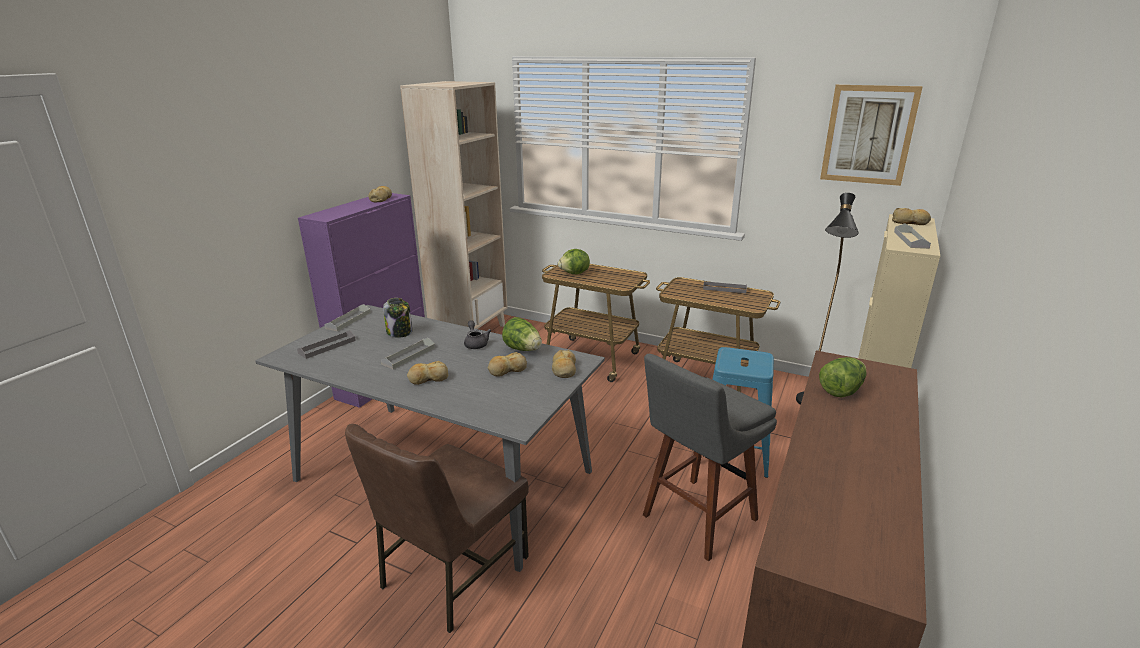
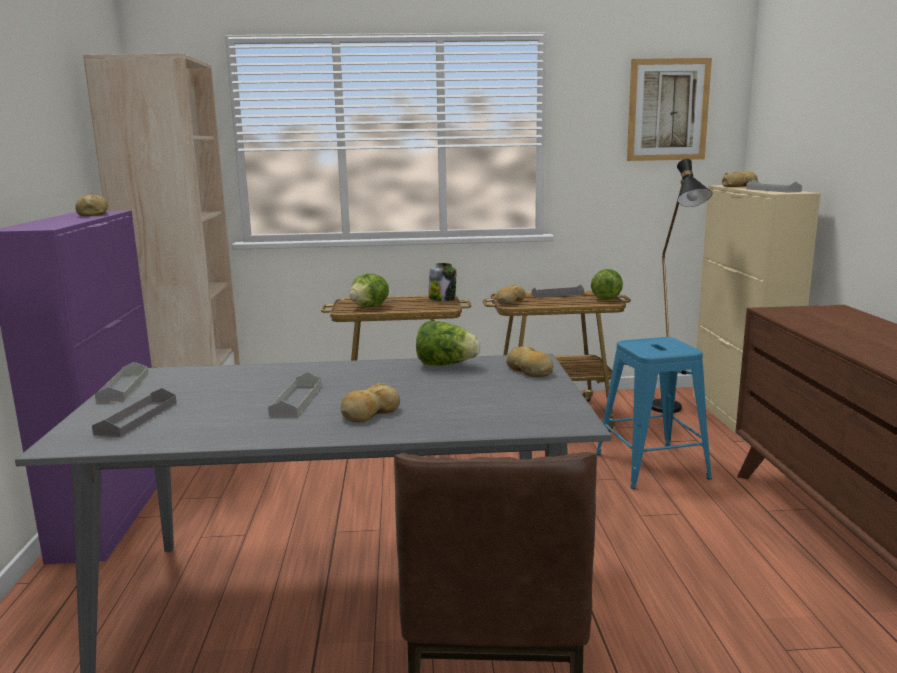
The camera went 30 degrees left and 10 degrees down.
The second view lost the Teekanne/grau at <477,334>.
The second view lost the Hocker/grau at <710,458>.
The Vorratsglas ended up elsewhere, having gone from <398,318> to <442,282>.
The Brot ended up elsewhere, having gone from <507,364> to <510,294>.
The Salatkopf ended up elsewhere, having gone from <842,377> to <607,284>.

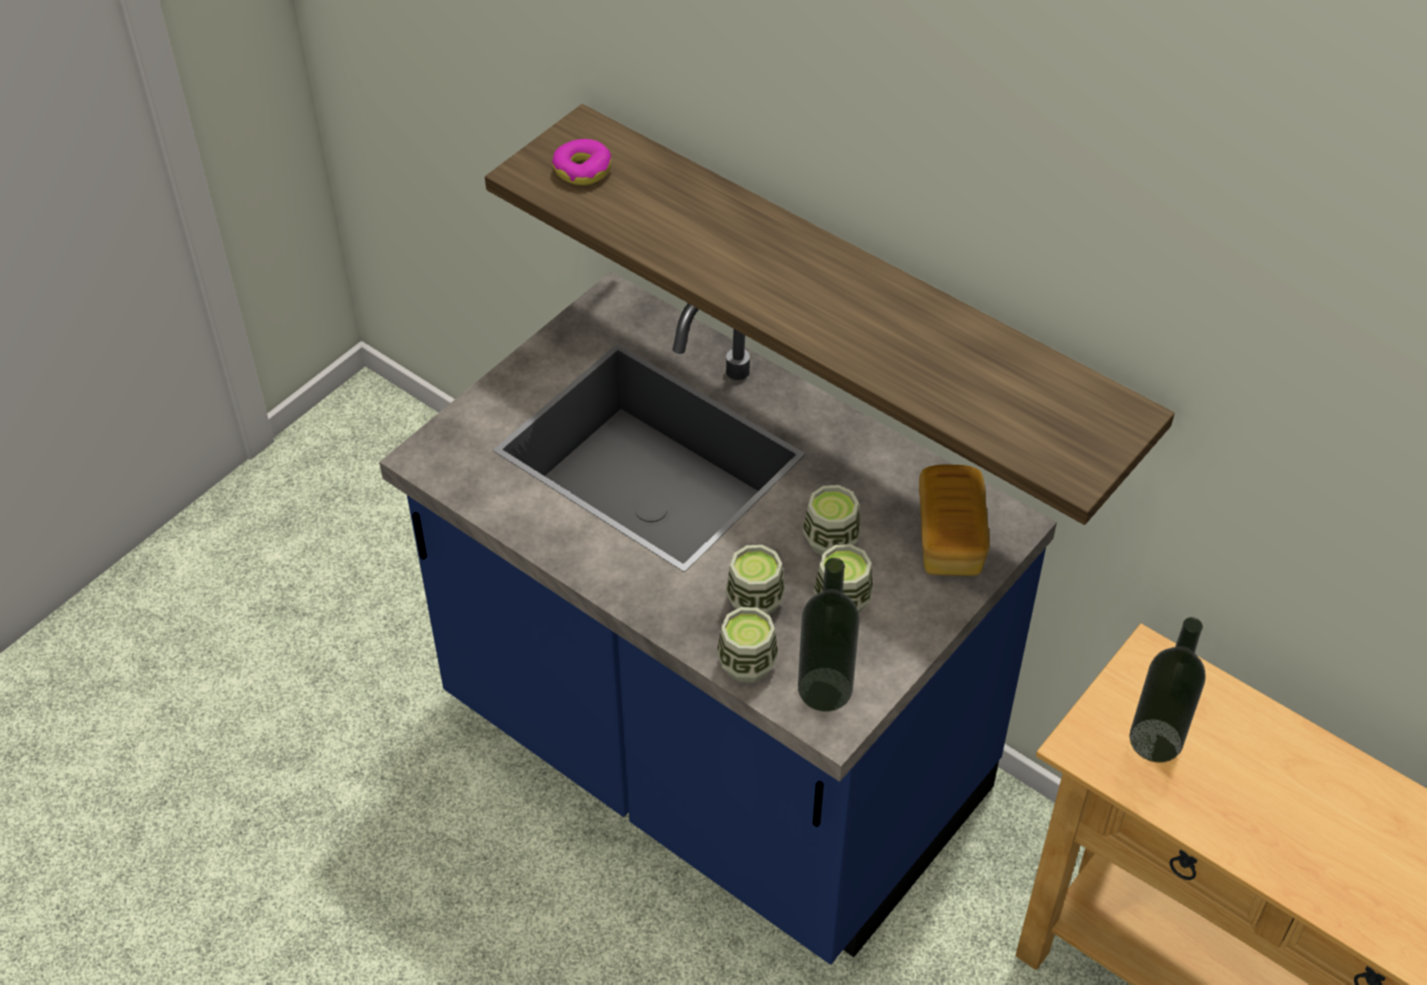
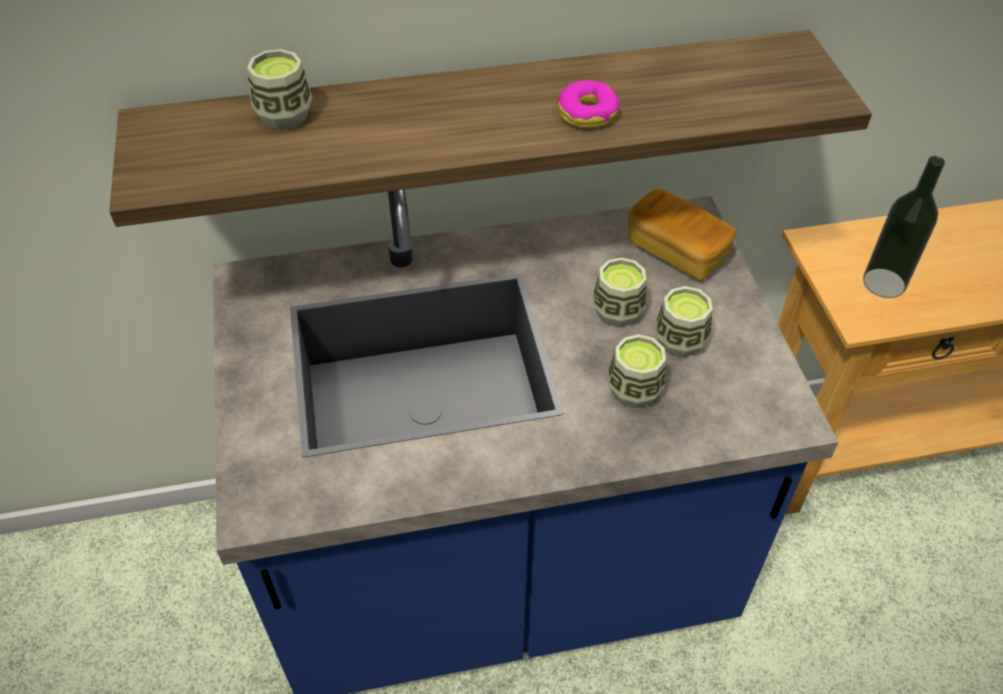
The camera went 50 degrees left and 0 degrees up.
The second view lost the Flasche at <828,634>.
The Donut ended up elsewhere, having gone from <581,162> to <588,104>.
The Tasse ended up elsewhere, having gone from <747,645> to <279,89>.

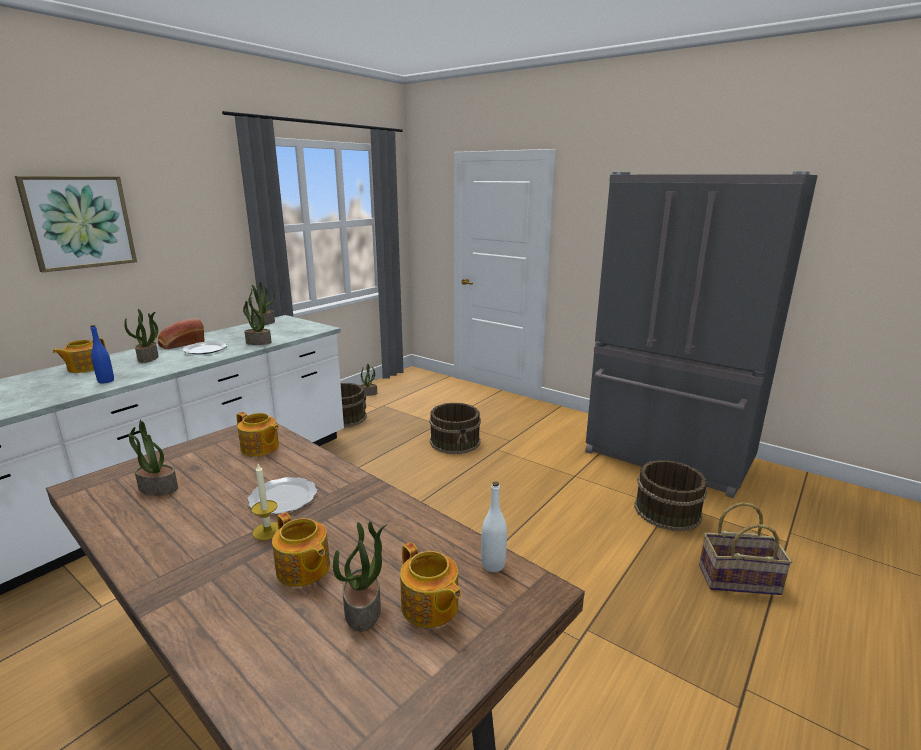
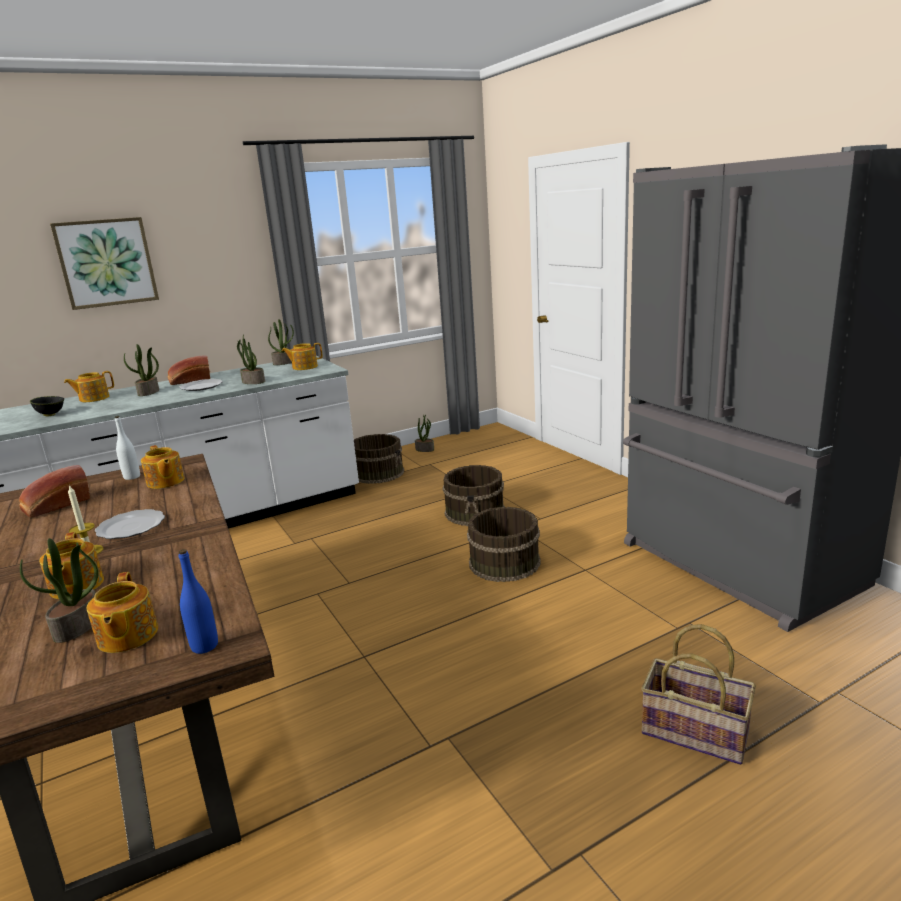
The camera went 25 degrees right and 0 degrees up.
The second view gained the Schüssel/schwarz at <47,406>.
The second view gained the Teekanne at <302,356>.
The Flasche/blau ended up elsewhere, having gone from <102,354> to <198,601>.
The Flasche/weiß ended up elsewhere, having gone from <494,526> to <127,448>.
The Eimer/braun ended up elsewhere, having gone from <670,495> to <504,544>.
Where the Topfpflanze stood at <153,458>, the Brot came to stand at <54,491>.

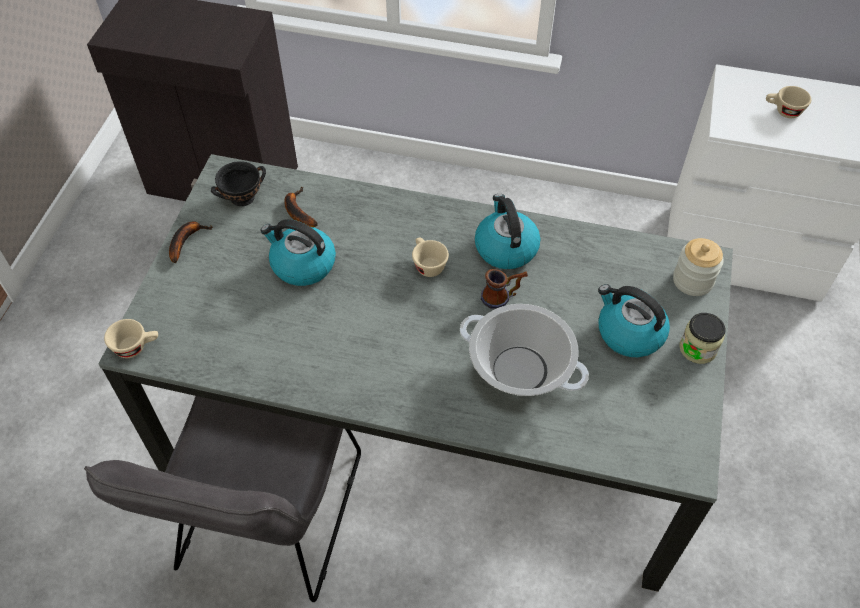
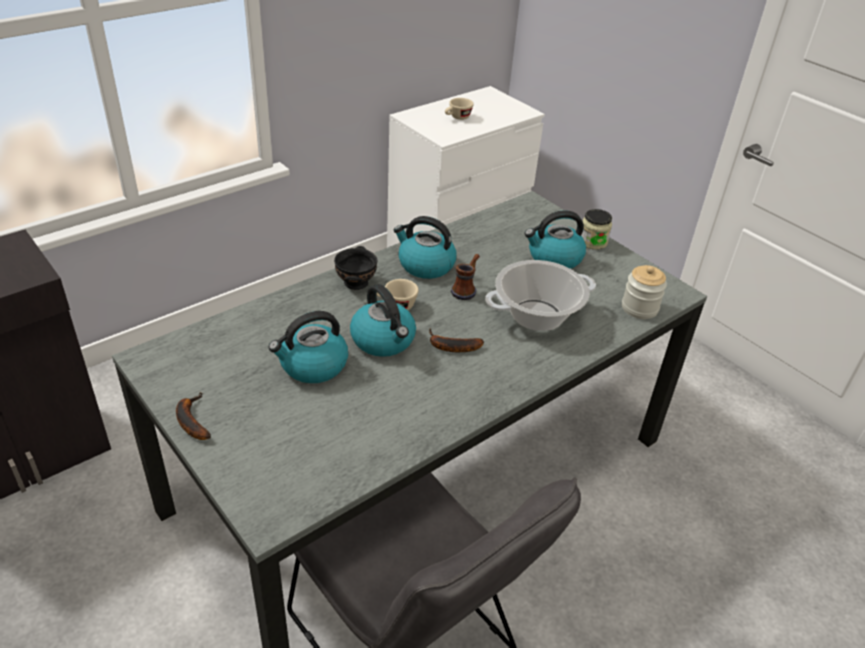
The camera went 55 degrees left and 15 degrees down.
The second view lost the Tasse/beige at <131,338>.
The second view gained the Wasserkessel at <383,320>.
The Schüssel/schwarz ended up elsewhere, having gone from <238,183> to <355,268>.
The Banane ended up elsewhere, having gone from <301,207> to <456,340>.
The Vorratsglas ended up elsewhere, having gone from <698,267> to <644,292>.

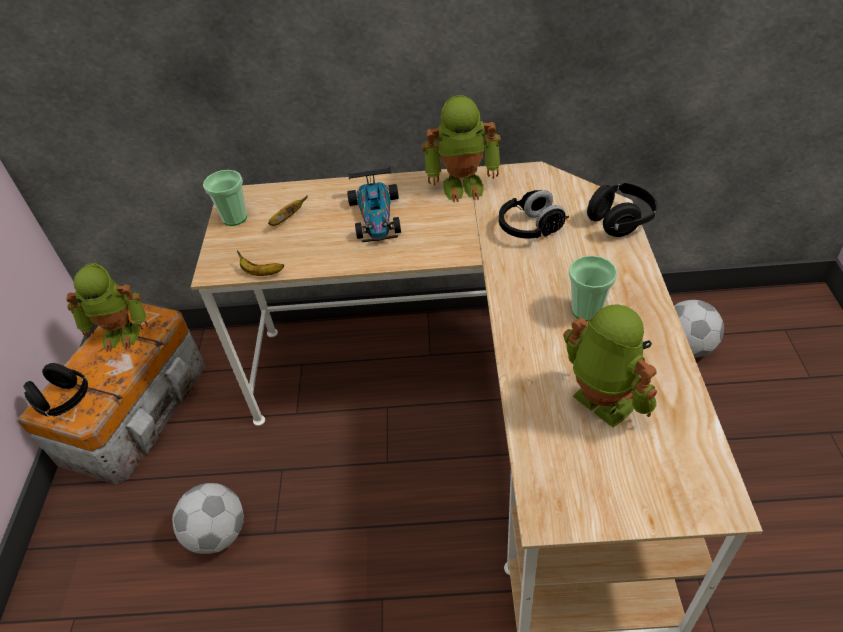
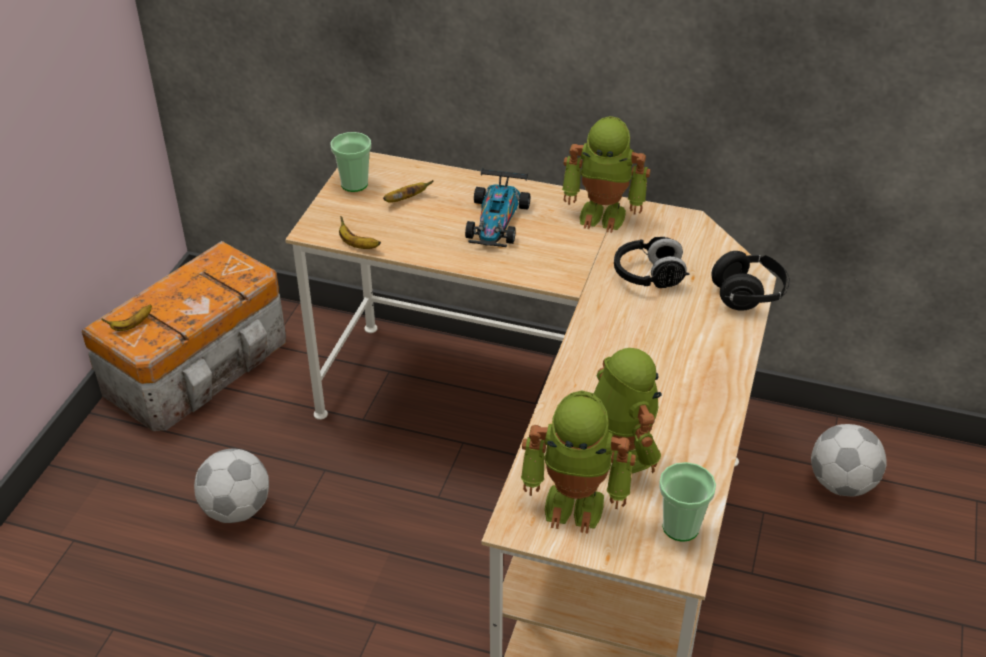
The camera went 15 degrees right and 5 degrees down.
The Spielzeugroboter ended up elsewhere, having gone from <107,307> to <578,462>.
The Tasse ended up elsewhere, having gone from <593,288> to <687,502>.
Where the Kopfhörer/schwarz stood at <55,390>, the Banane came to stand at <127,318>.

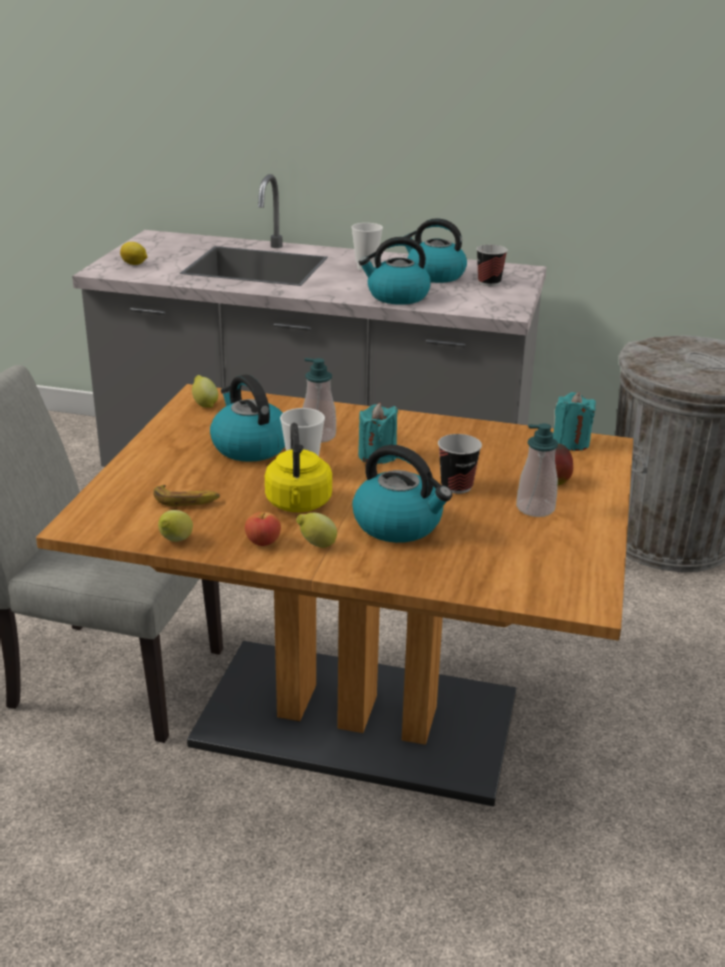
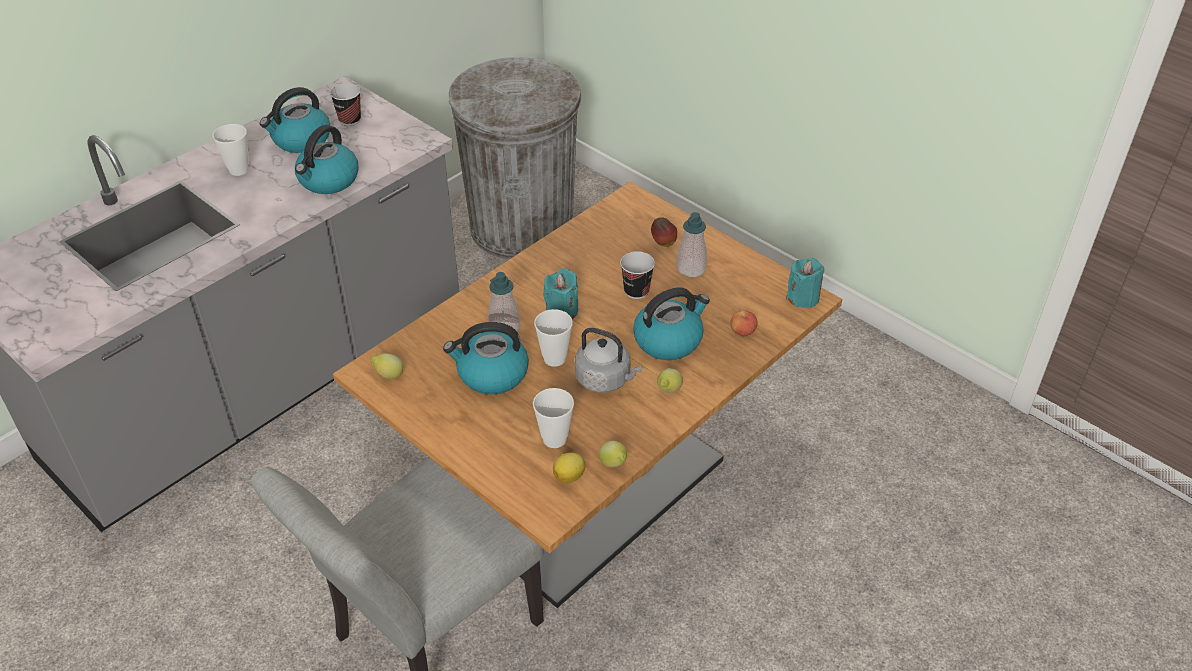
The camera went 60 degrees left and 15 degrees up.
The Zitrone ended up elsewhere, having gone from <133,253> to <569,468>.
The Apfel ended up elsewhere, having gone from <263,529> to <744,323>.
The Kerze/türkis ended up elsewhere, having gone from <574,421> to <805,283>.
Where the Banane stood at <186,495>, the Tasse came to stand at <553,418>.
What was the Wasserkessel/gelb at <298,467> turned into the Wasserkessel/grau at <608,360>.

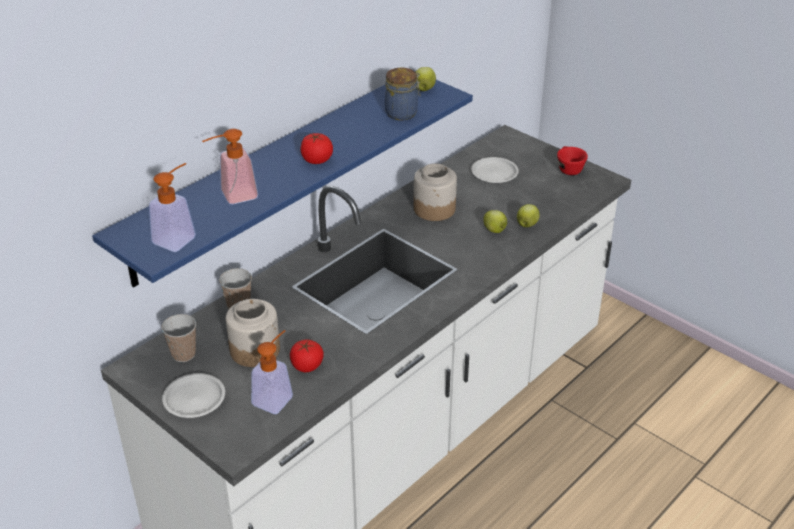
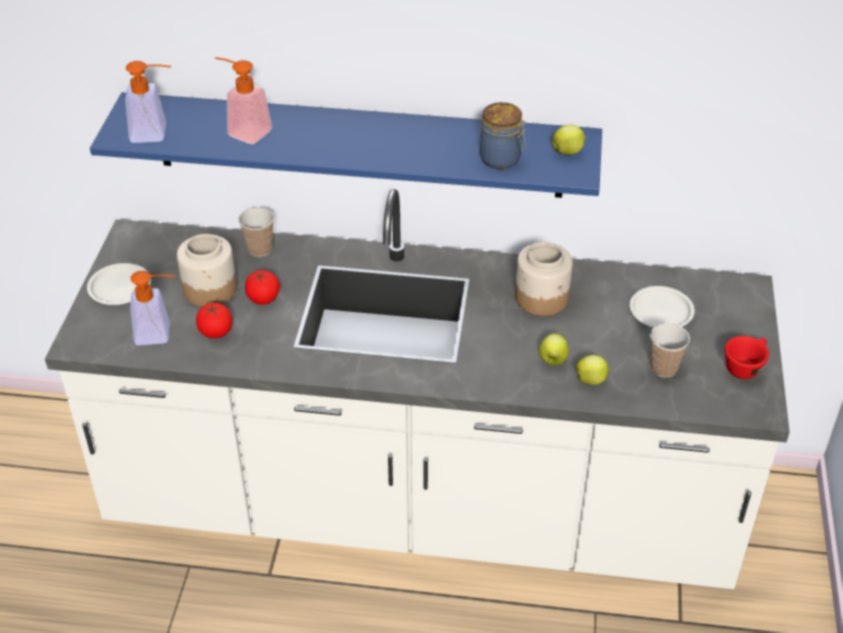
The camera went 55 degrees right and 5 degrees up.
The Tasse ended up elsewhere, having gone from <178,338> to <670,350>.
The Tomate ended up elsewhere, having gone from <316,148> to <262,287>.

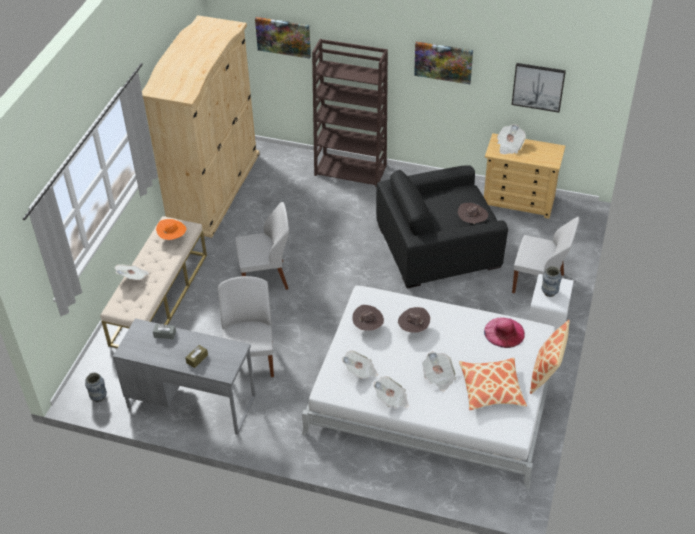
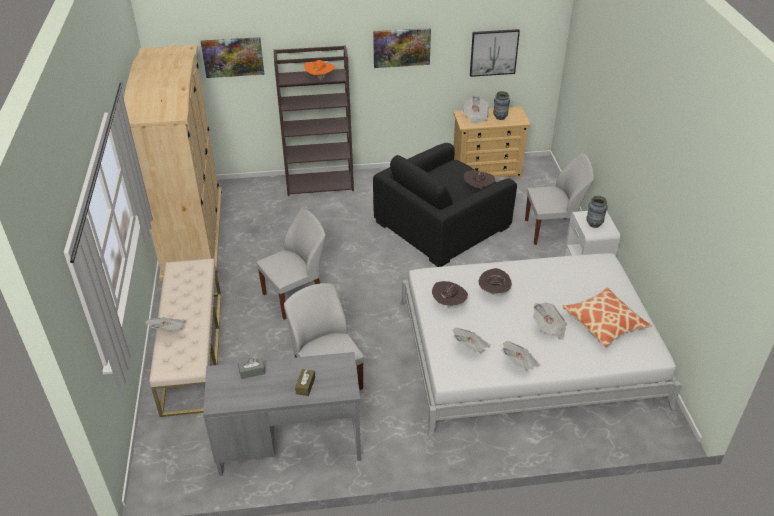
The camera went 25 degrees left and 5 degrees down.
The second view lost the Hut/rosa at <504,333>.
The second view lost the Kissen at <550,357>.
The Vase ended up elsewhere, having gone from <96,387> to <501,105>.
The Hut/orange ended up elsewhere, having gone from <171,230> to <319,70>.

